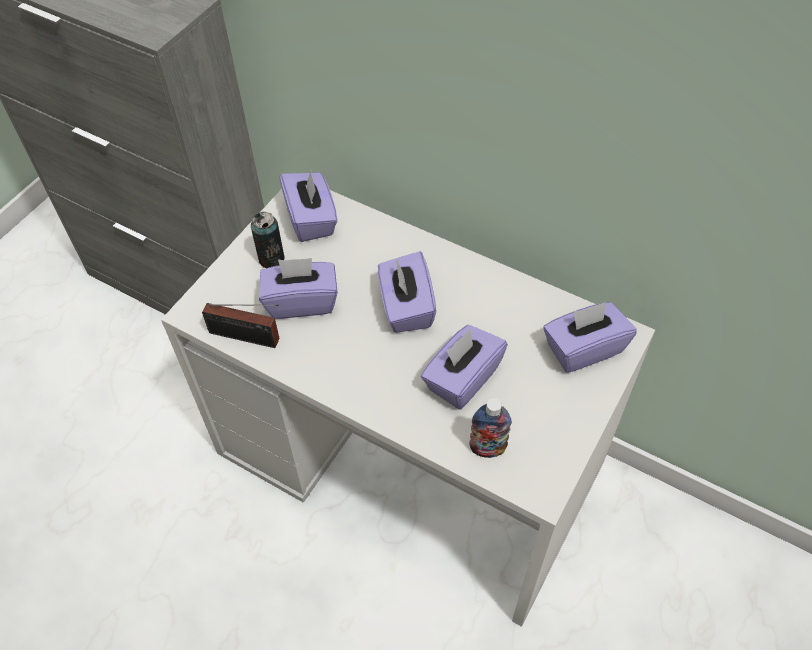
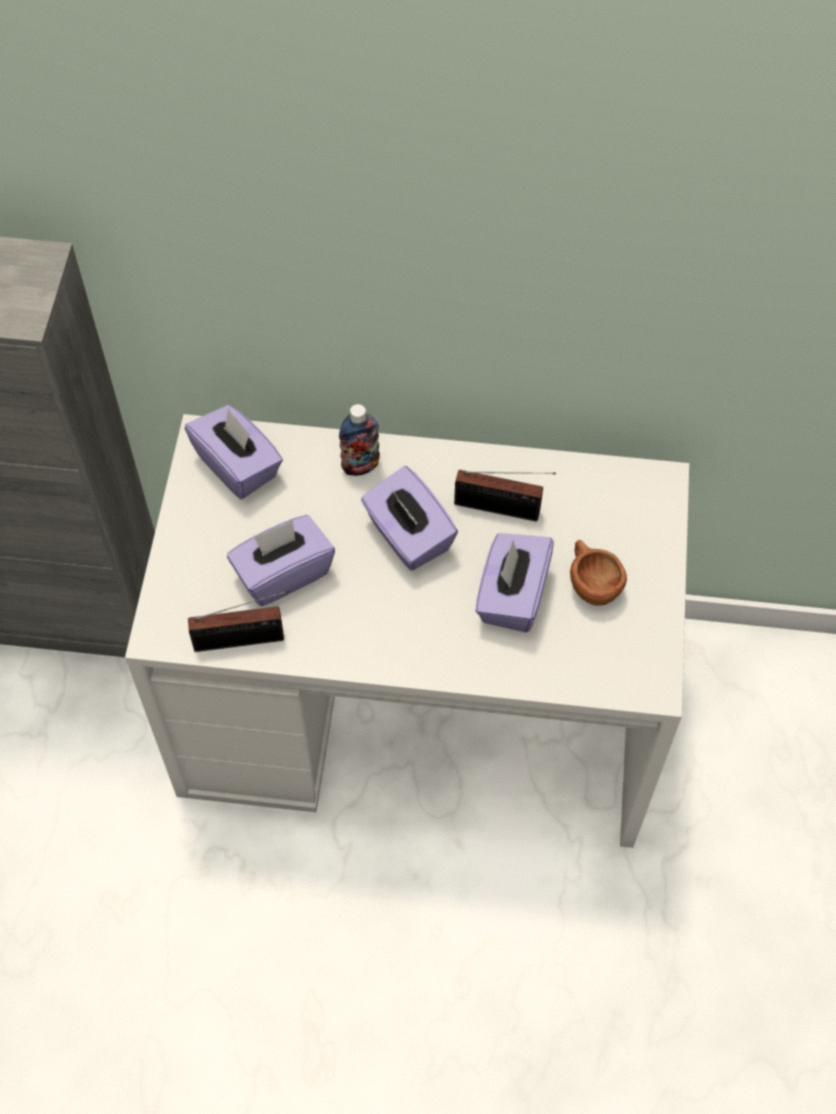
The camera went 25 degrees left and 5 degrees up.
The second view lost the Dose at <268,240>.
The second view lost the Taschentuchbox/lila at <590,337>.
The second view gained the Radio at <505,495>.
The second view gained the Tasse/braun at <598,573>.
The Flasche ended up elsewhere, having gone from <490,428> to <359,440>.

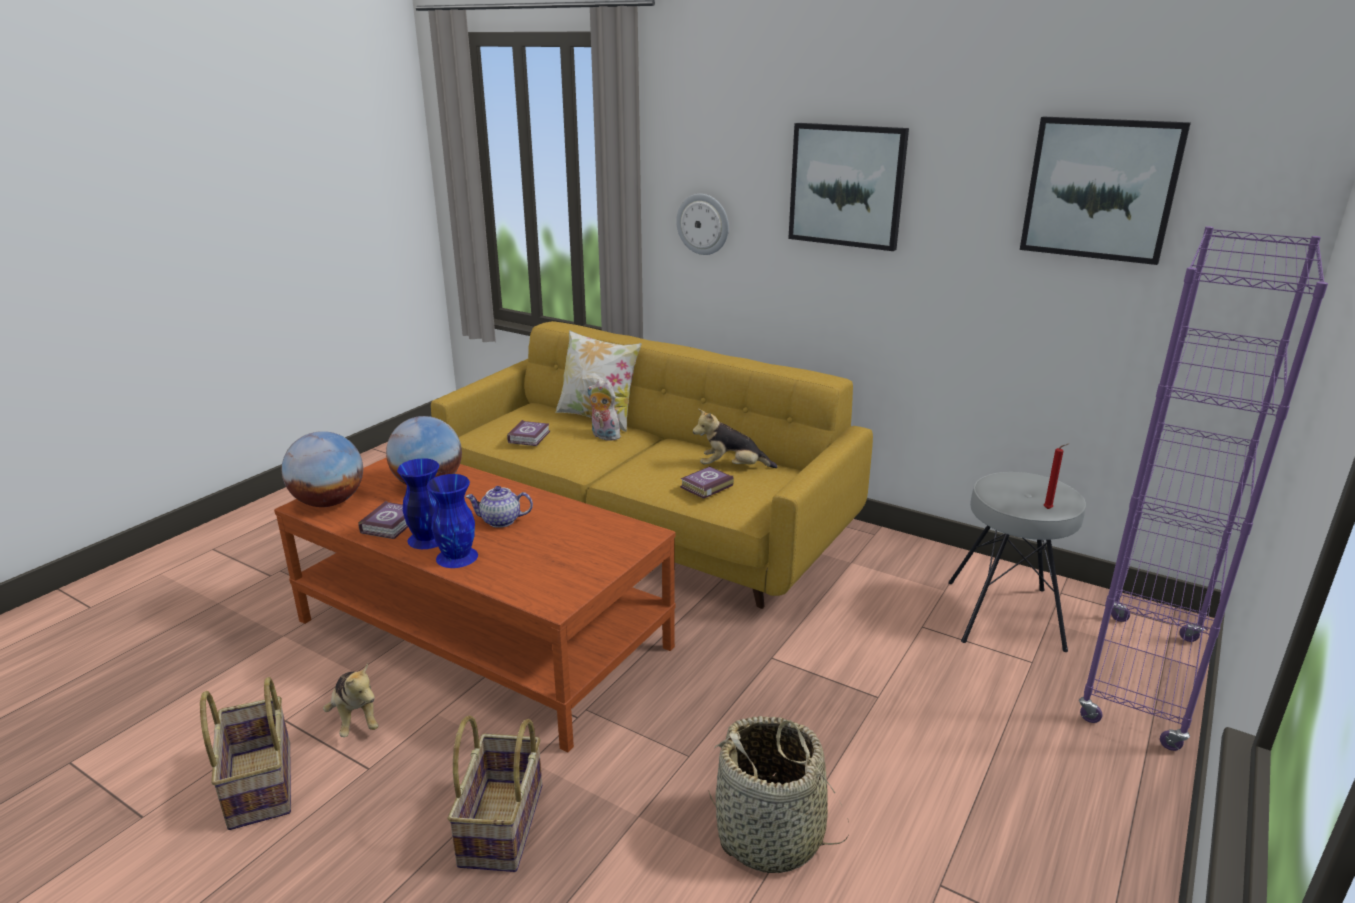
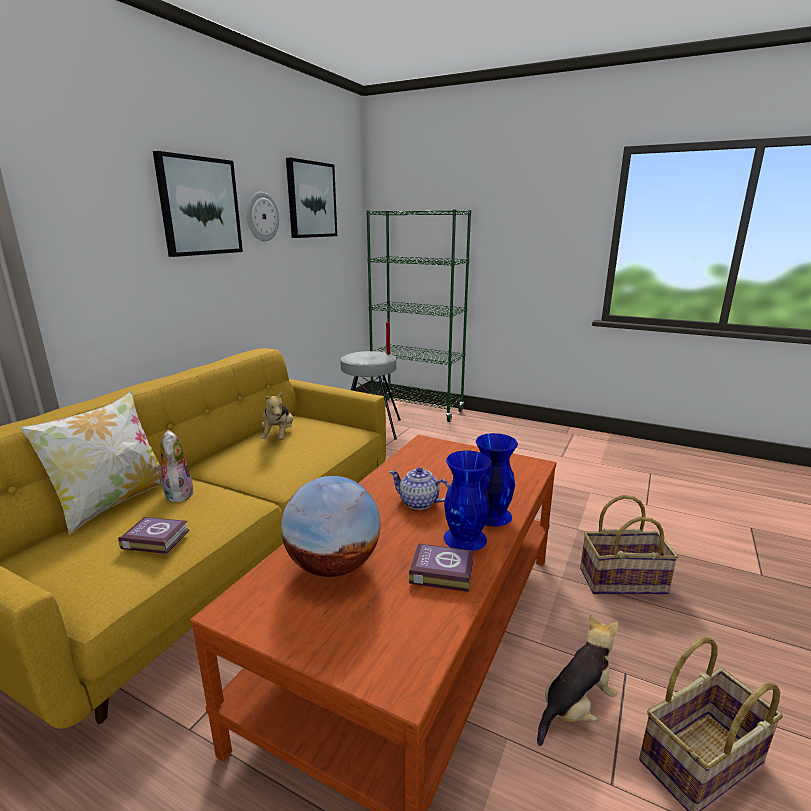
The camera went 95 degrees left and 5 degrees down.
The second view lost the Globus at <322,469>.
The second view lost the Buch at <707,482>.
The second view lost the Korb at <779,794>.
The Wanduhr ended up elsewhere, having gone from <702,224> to <263,216>.
What was the Bücherregal/lila at <1203,488> turned into the Bücherregal/grün at <418,316>.
The Teekanne at <499,507> ended up facing another way, 120 degrees clockwise from before.
The Plüschtier at <603,410> ended up facing another way, 135 degrees clockwise from before.

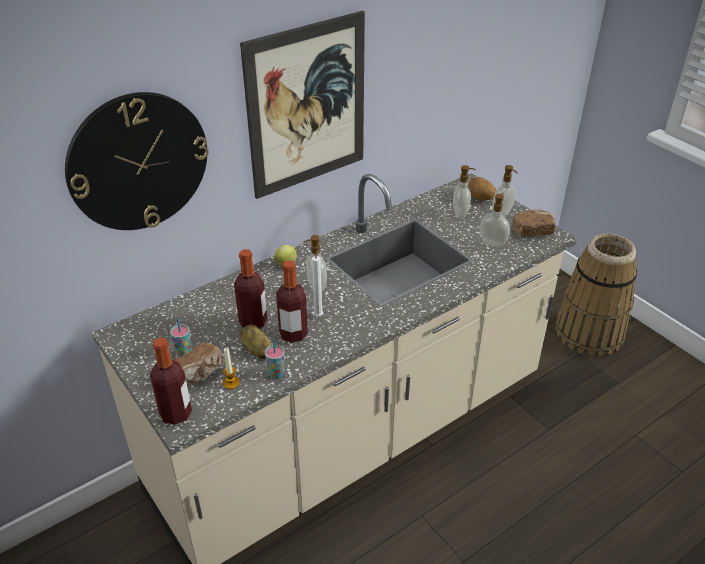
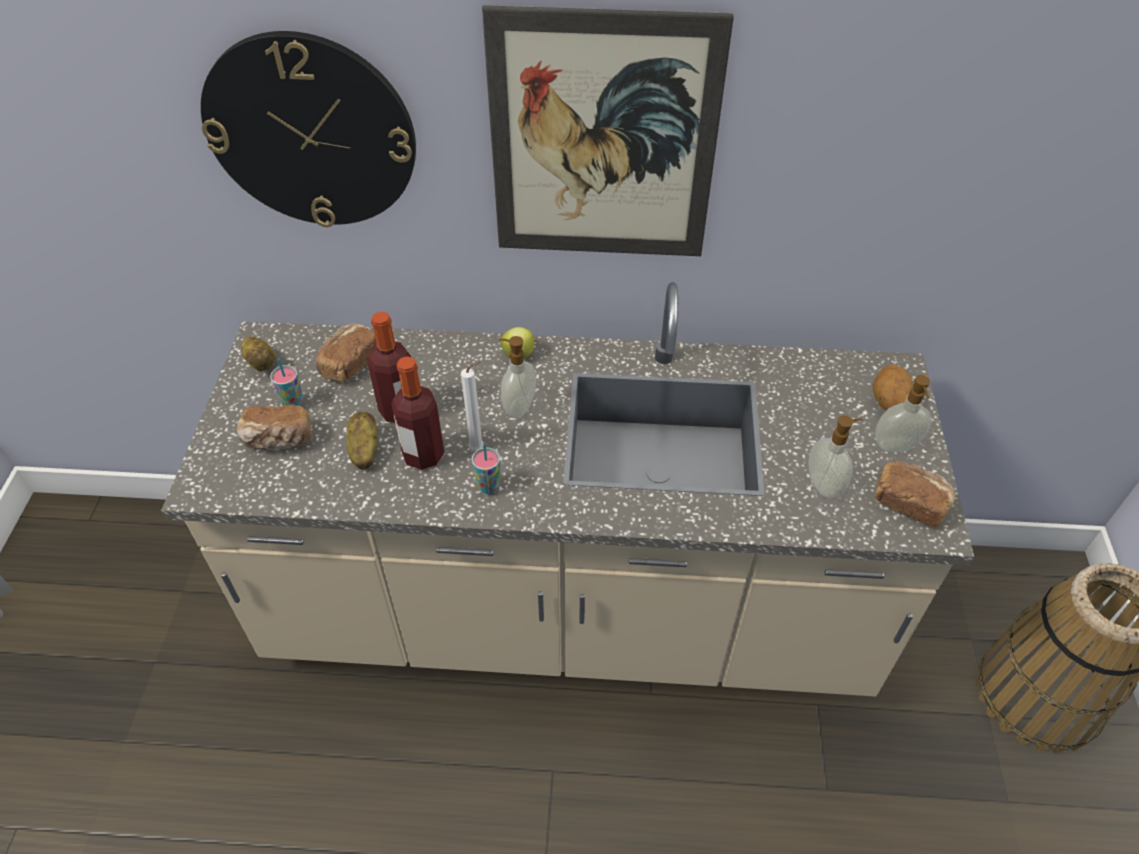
The camera went 40 degrees right and 10 degrees up.
The second view lost the Flasche at <171,381>.
The second view lost the Kerze at <231,368>.
The second view lost the Seifenspender at <464,191>.
The second view gained the Kartoffel at <258,354>.
The second view gained the Brot at <345,352>.
The Tasse ended up elsewhere, having gone from <275,359> to <485,468>.

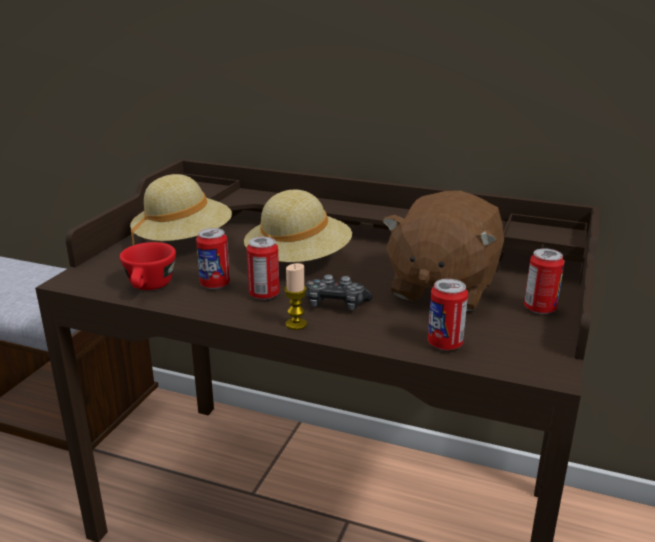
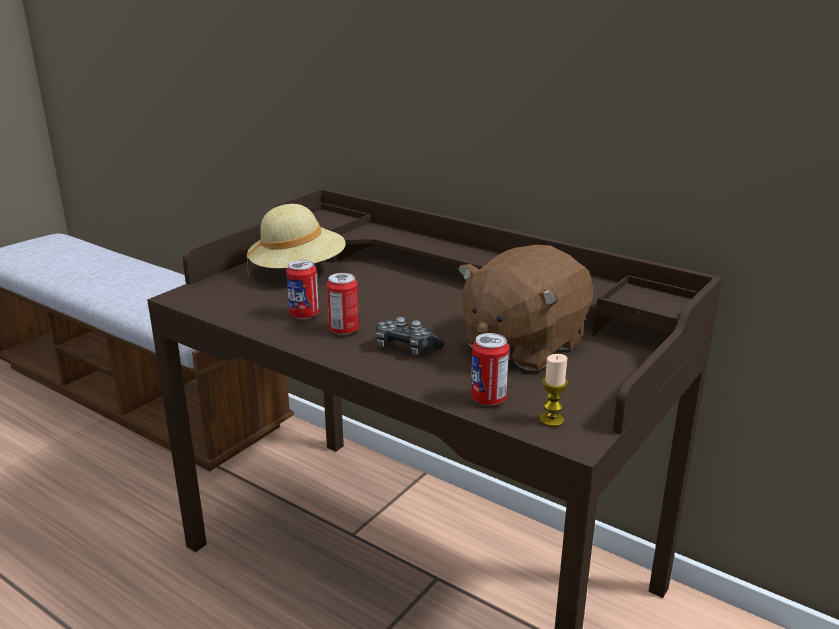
The camera went 15 degrees right and 0 degrees up.
The second view lost the Tasse/rot at <148,266>.
The second view lost the Hut/beige at <298,226>.
The second view lost the Dose at <544,281>.
The Kerze ended up elsewhere, having gone from <295,296> to <554,390>.

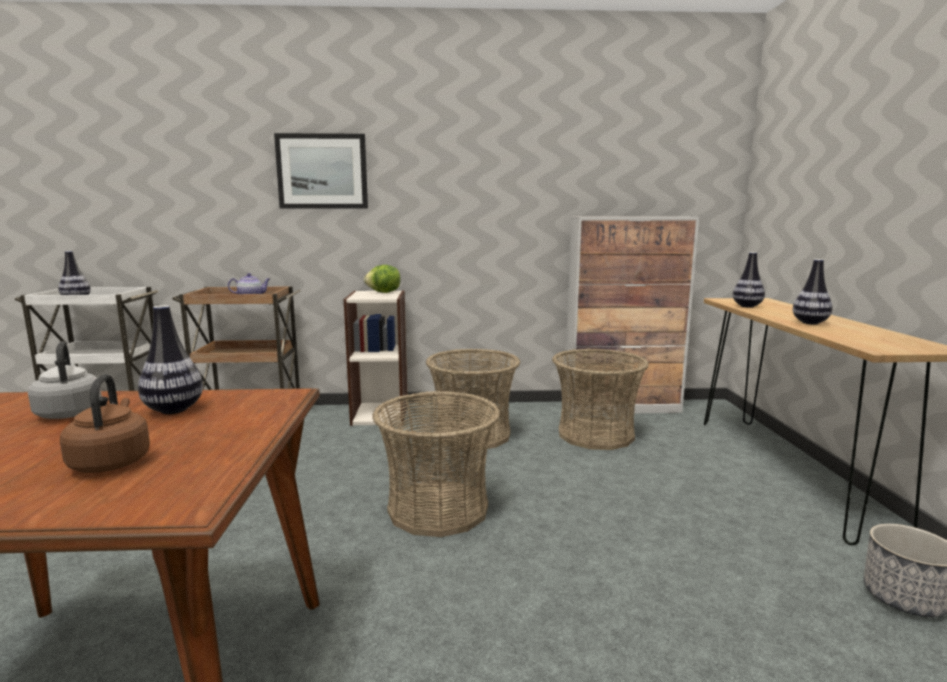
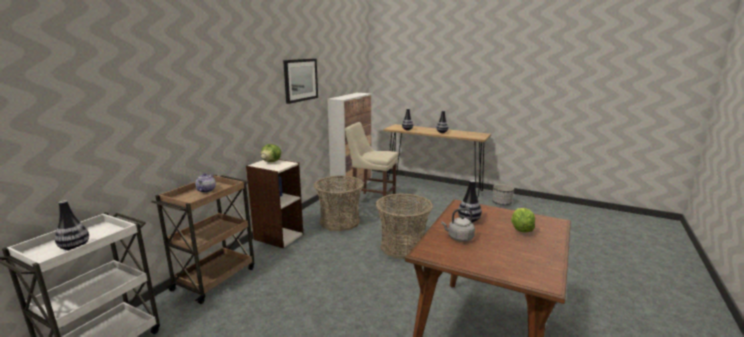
The camera went 60 degrees left and 5 degrees up.
The Bild ended up elsewhere, having gone from <321,171> to <300,81>.
Where the Wasserkessel/braun stood at <105,423>, the Salatkopf came to stand at <523,220>.
Where the Korb stood at <600,399>, the Stuhl/beige came to stand at <371,165>.

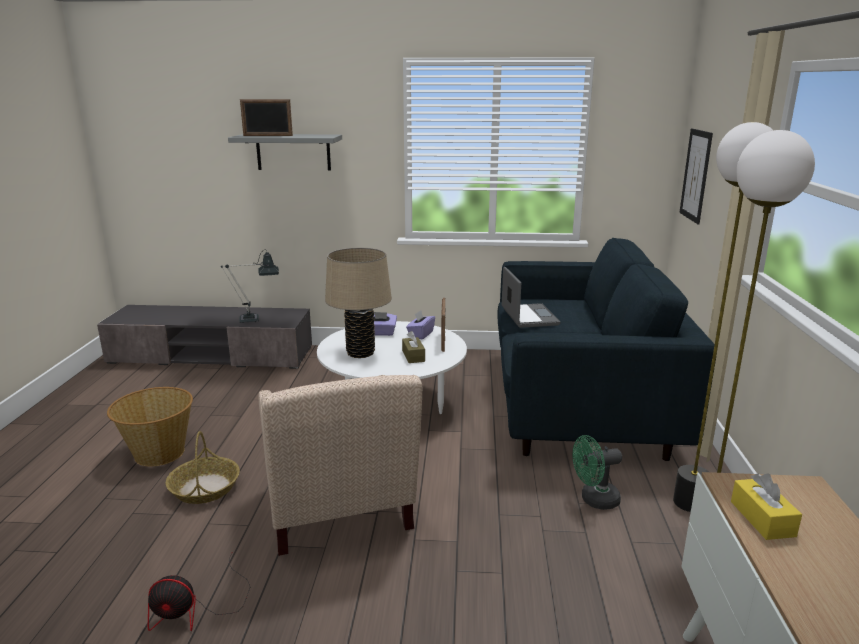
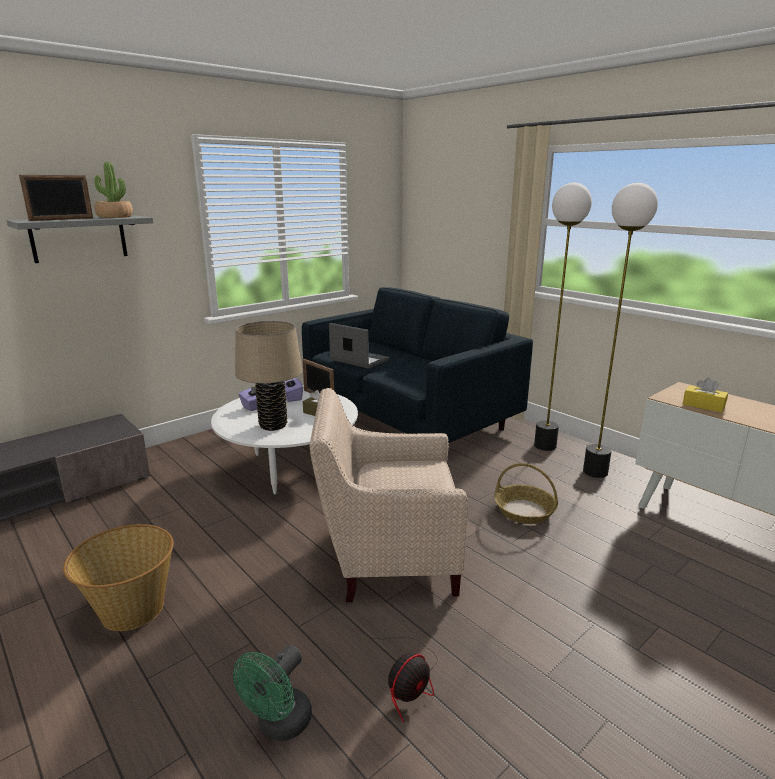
The camera went 45 degrees left and 0 degrees up.
The second view lost the Tischlampe at <250,286>.
The second view lost the Bild at <696,176>.
The second view gained the Topfpflanze at <113,190>.
The Korb ended up elsewhere, having gone from <203,467> to <526,493>.
The Ventilator/grün ended up elsewhere, having gone from <597,472> to <272,693>.
The Sessel/beige at <340,465> ended up facing another way, 150 degrees clockwise from before.

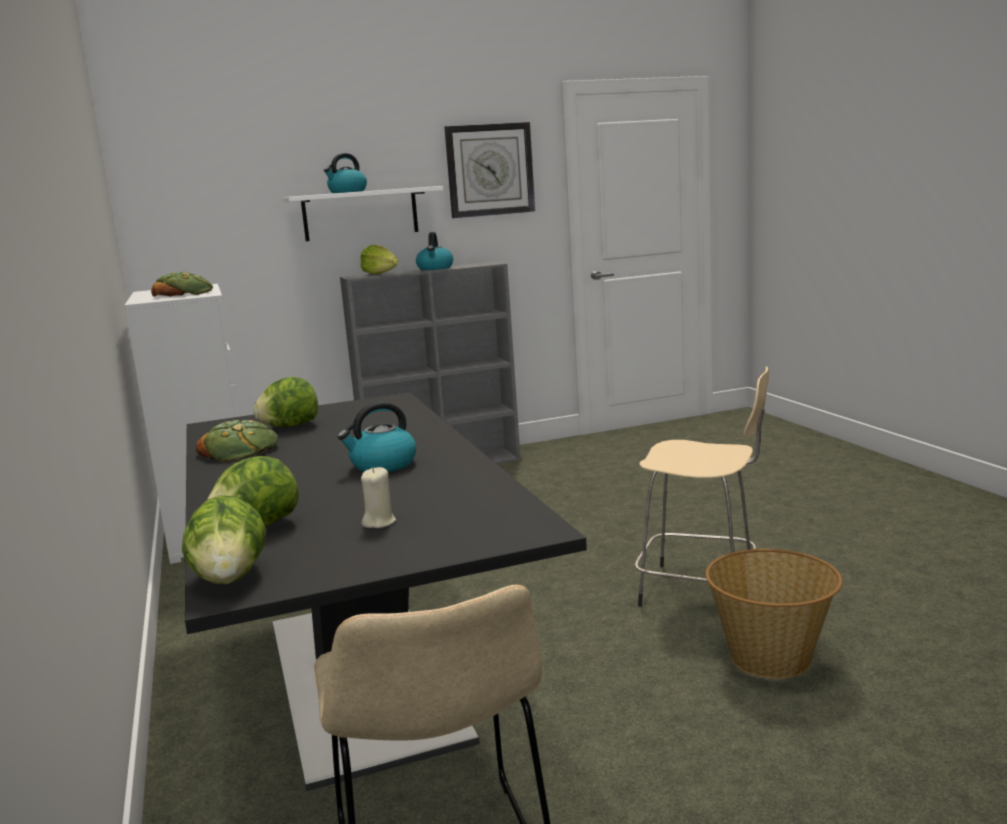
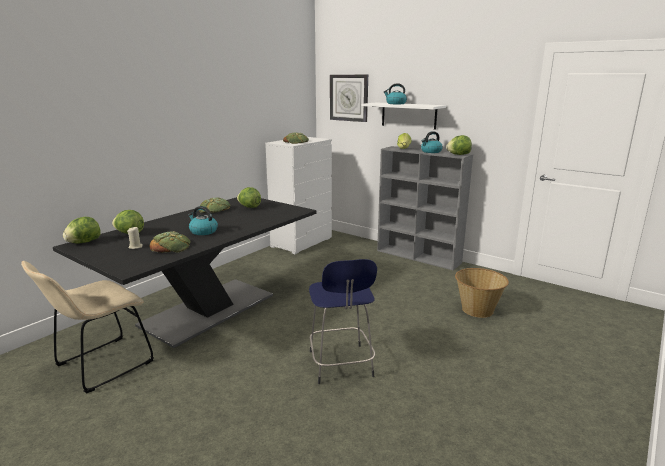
The camera went 55 degrees right and 5 degrees up.
The second view gained the Brot at <170,242>.
The second view gained the Salatkopf at <459,145>.
The Wanduhr ended up elsewhere, having gone from <490,170> to <349,98>.
The Korb ended up elsewhere, having gone from <774,614> to <482,293>.
What was the Hocker/beige at <702,486> turned into the Hocker/blau at <343,321>.

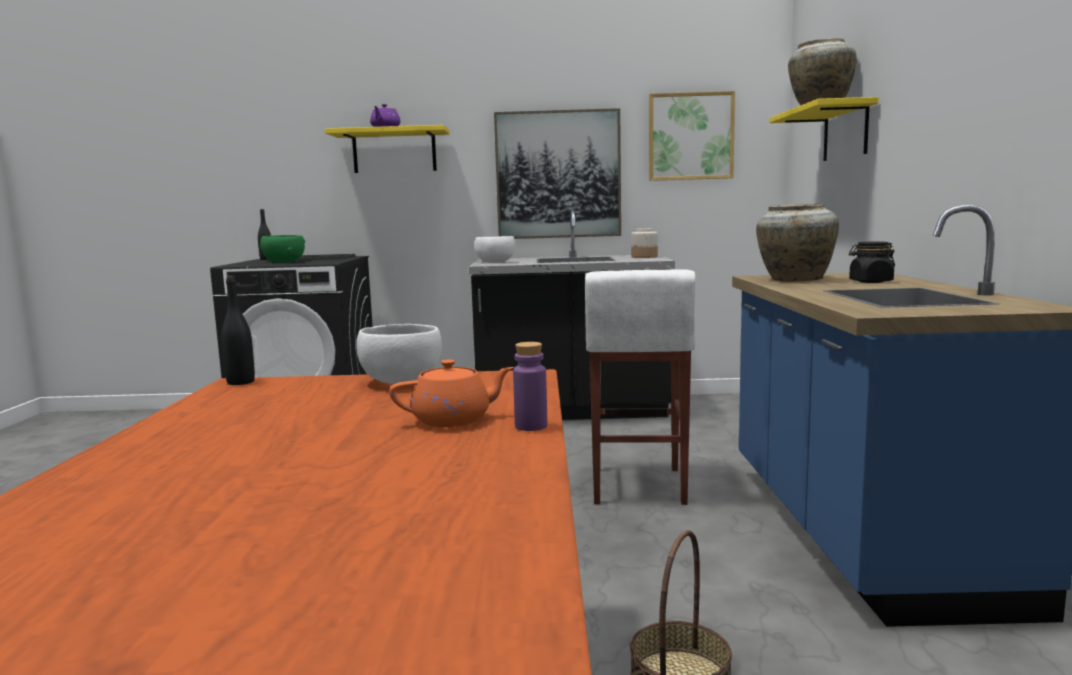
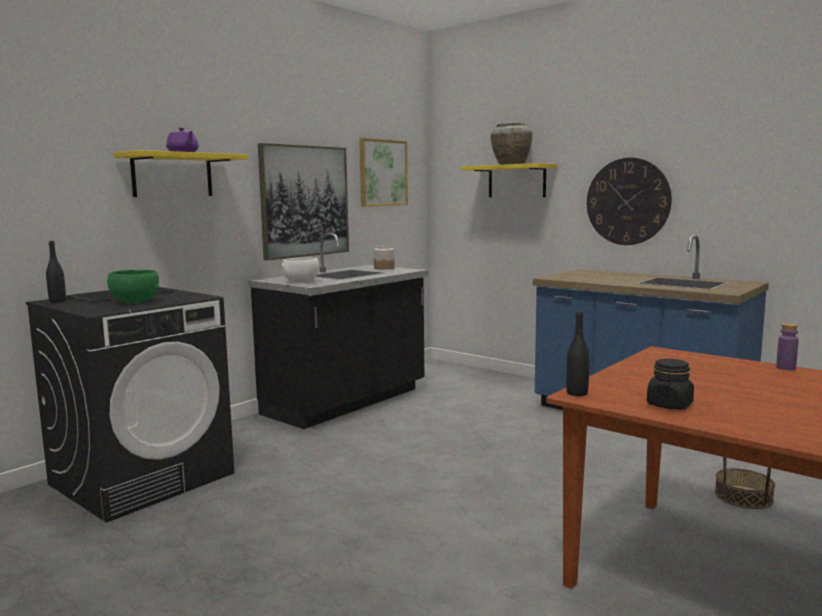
The camera went 50 degrees left and 0 degrees up.
The second view lost the Schüssel/weiß at <399,354>.
The second view lost the Teekanne/orange at <451,393>.
The second view lost the Hocker/weiß at <640,387>.
The second view lost the Vase/beige at <797,242>.
The second view gained the Wanduhr at <629,201>.
The Vorratsglas/schwarz ended up elsewhere, having gone from <872,262> to <670,384>.

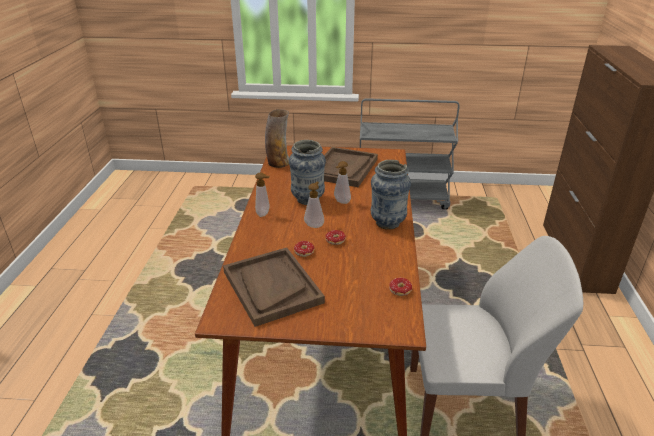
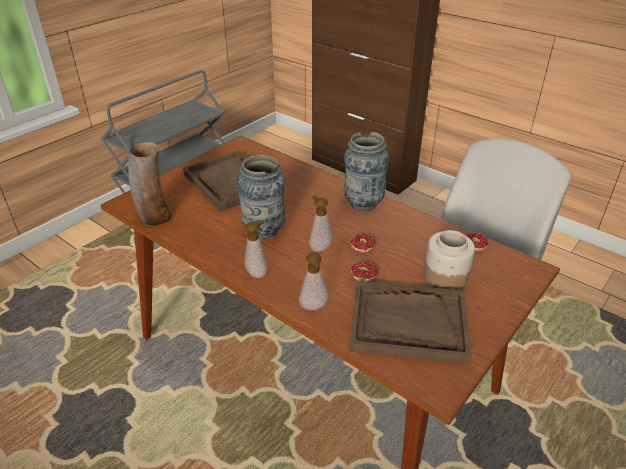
The camera went 55 degrees left and 5 degrees up.
The second view gained the Vorratsglas at <449,260>.
The Seifenspender ended up elsewhere, having gone from <342,182> to <313,282>.

